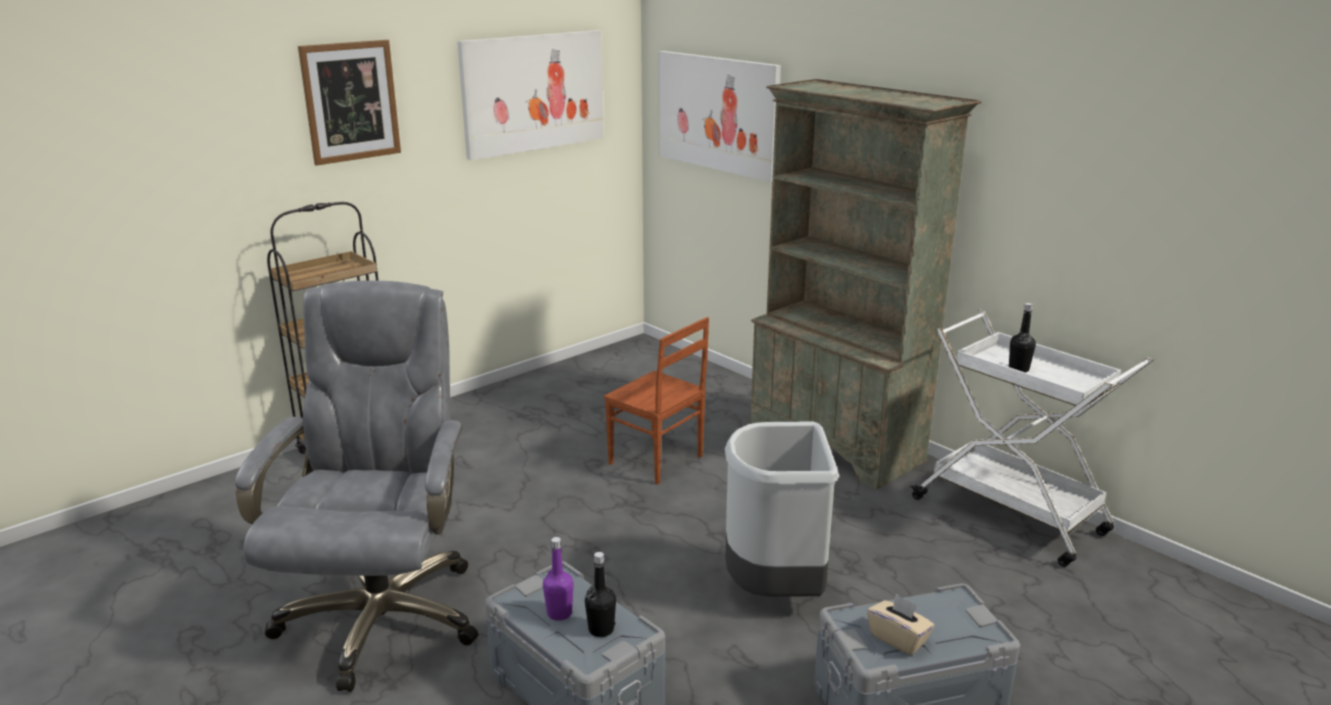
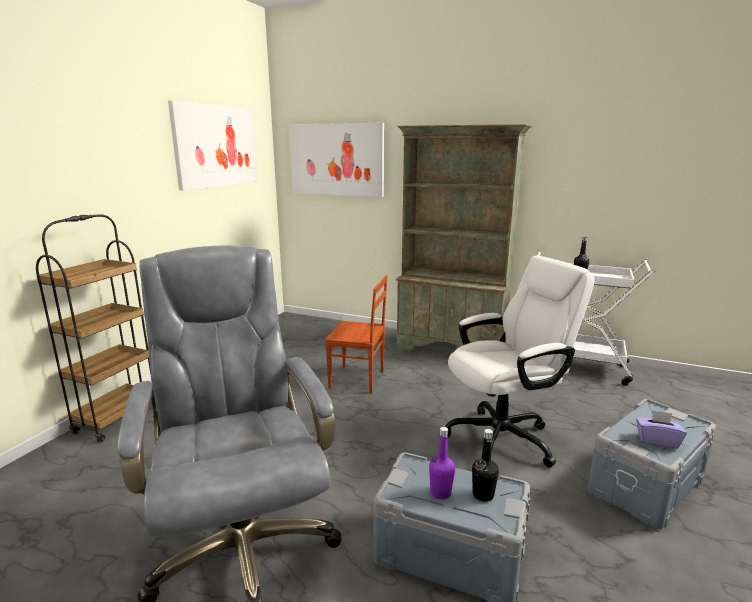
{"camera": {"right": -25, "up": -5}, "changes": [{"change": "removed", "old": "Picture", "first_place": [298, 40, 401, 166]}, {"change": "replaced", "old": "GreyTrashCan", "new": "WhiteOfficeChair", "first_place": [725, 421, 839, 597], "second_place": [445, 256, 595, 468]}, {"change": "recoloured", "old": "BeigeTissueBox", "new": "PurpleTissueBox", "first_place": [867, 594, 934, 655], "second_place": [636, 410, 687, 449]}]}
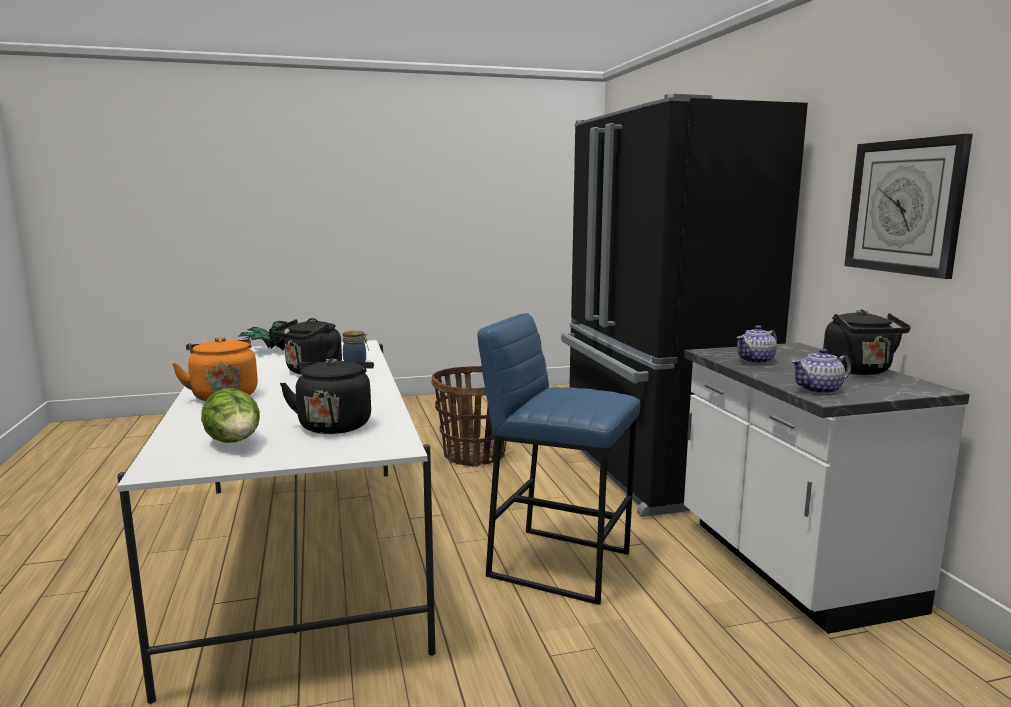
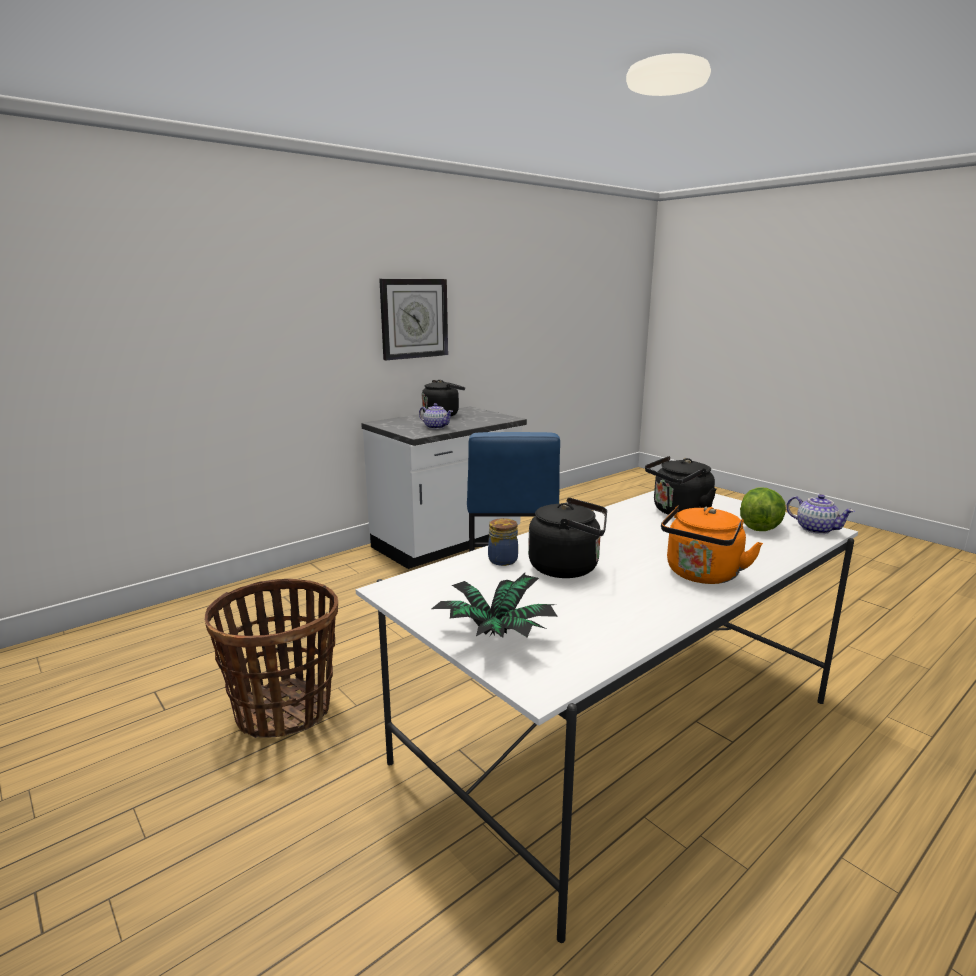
{"camera": {"right": -115, "up": 5}, "changes": [{"change": "removed", "old": "BlackFridge", "first_place": [561, 94, 808, 517]}, {"change": "moved", "old": "Teapot", "first_place": [791, 348, 851, 394], "second_place": [786, 494, 855, 534]}]}
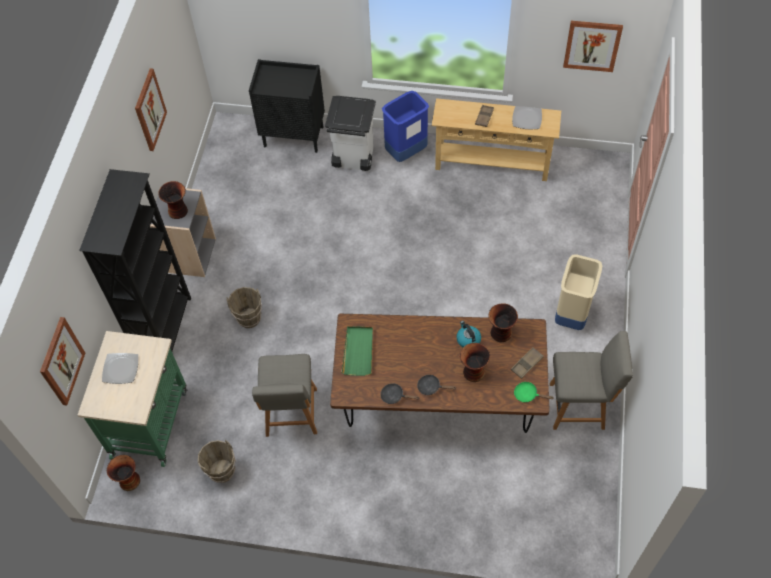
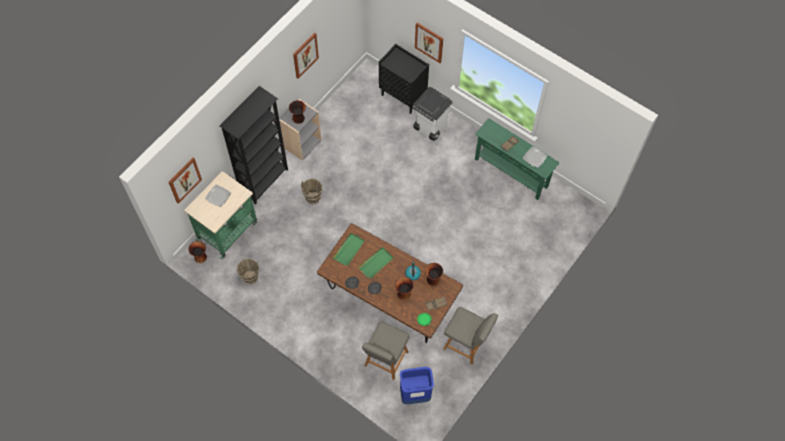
{"camera": {"right": 25, "up": 5}, "changes": [{"change": "moved", "old": "Picture", "first_place": [563, 21, 623, 72], "second_place": [415, 22, 443, 63]}, {"change": "moved", "old": "BlueTrashCan", "first_place": [382, 91, 429, 162], "second_place": [400, 367, 434, 404]}, {"change": "recoloured", "old": "BeigeConsoleTable", "new": "GreenConsoleTable", "first_place": [432, 98, 561, 181], "second_place": [475, 118, 560, 200]}, {"change": "removed", "old": "BeigeTrashCan", "first_place": [555, 254, 602, 330]}, {"change": "moved", "old": "GreyChair", "first_place": [252, 354, 317, 437], "second_place": [362, 321, 410, 380]}, {"change": "added", "new": "GreenTray", "second_place": [358, 247, 394, 279]}]}
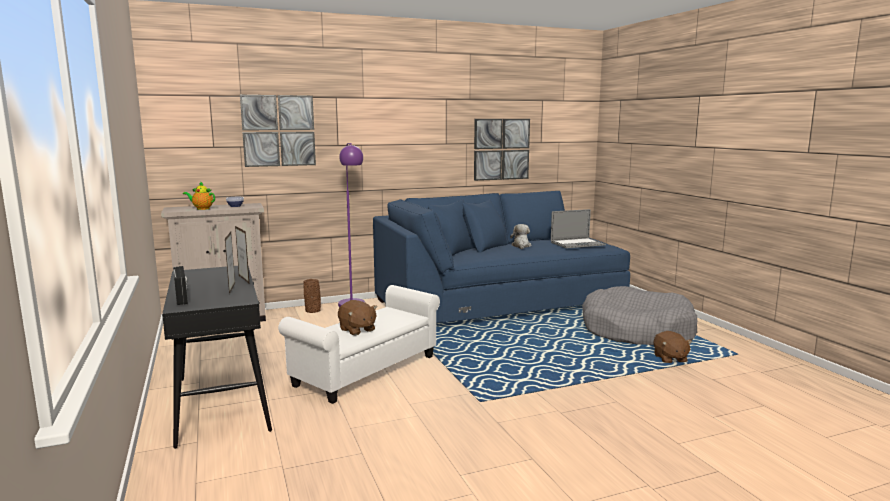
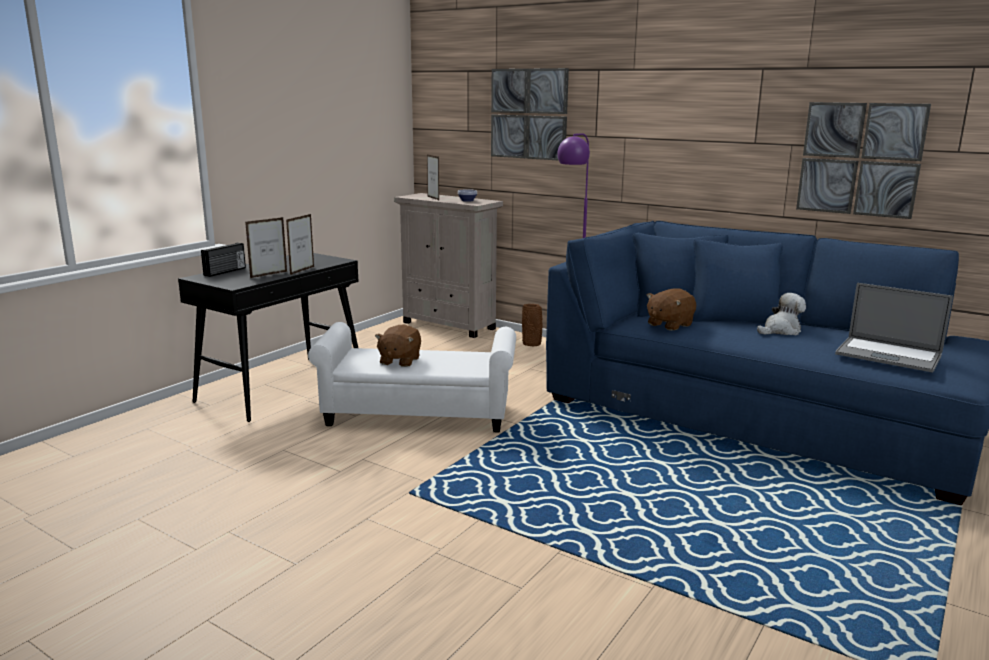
{"camera": {"right": 55, "up": 5}, "changes": [{"change": "replaced", "old": "Teapot", "new": "PictureFrame", "first_place": [183, 181, 215, 210], "second_place": [427, 154, 439, 200]}, {"change": "removed", "old": "GreyDogBed", "first_place": [582, 286, 697, 345]}, {"change": "moved", "old": "BrownPlushToy", "first_place": [653, 331, 692, 363], "second_place": [647, 289, 696, 331]}]}
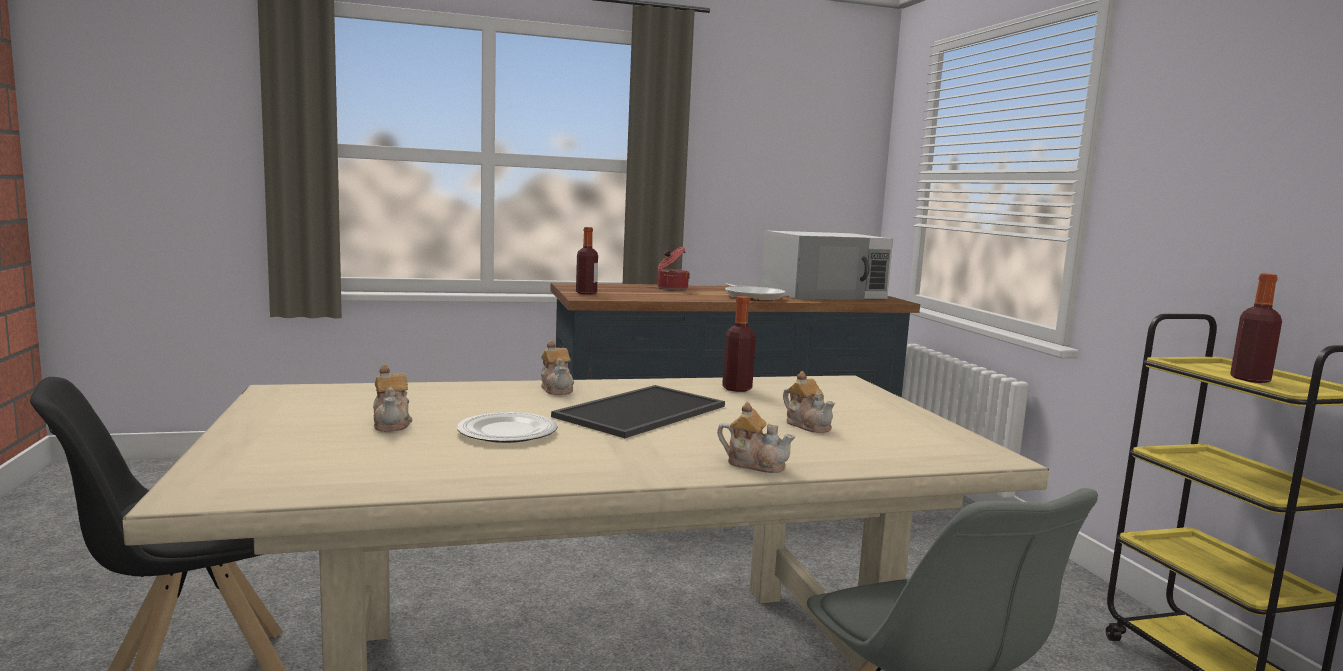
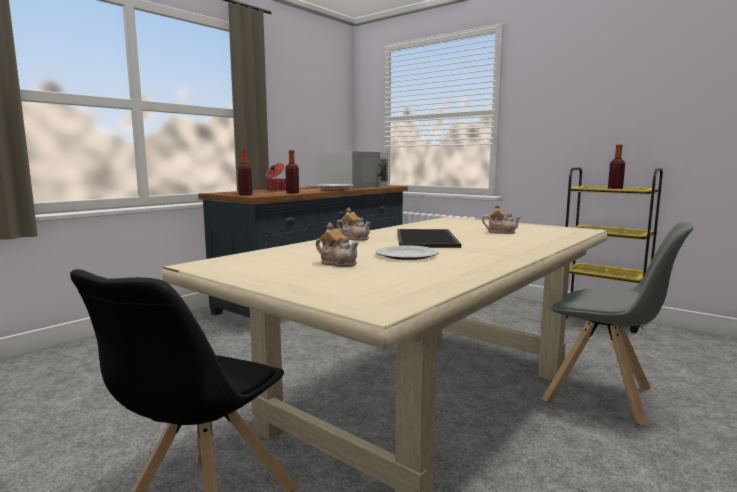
{"camera": {"right": -35, "up": 0}, "changes": [{"change": "moved", "old": "Bottle", "first_place": [722, 296, 756, 392], "second_place": [285, 150, 299, 194]}, {"change": "removed", "old": "Teapot", "first_place": [717, 402, 795, 473]}]}
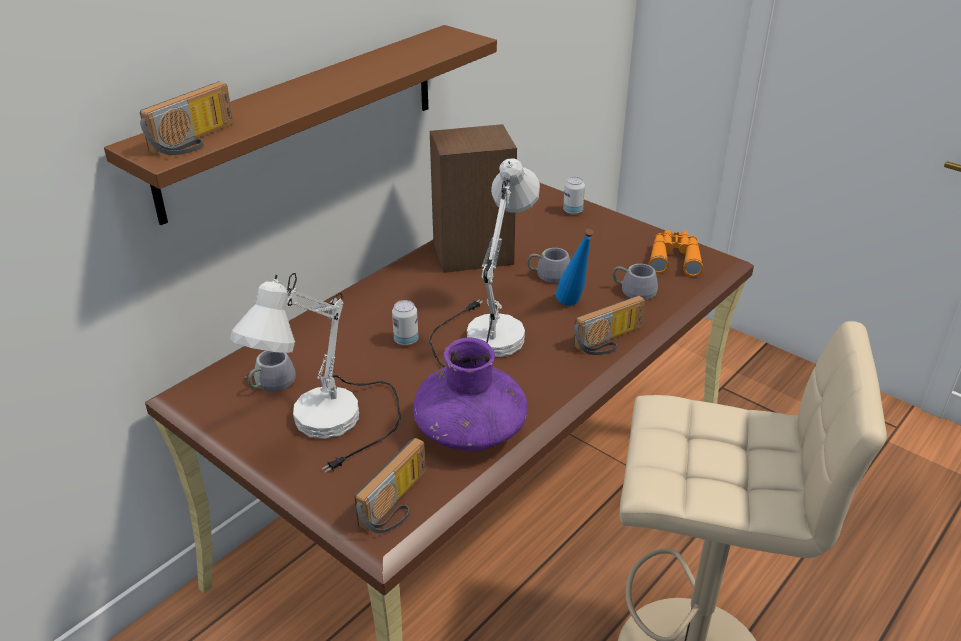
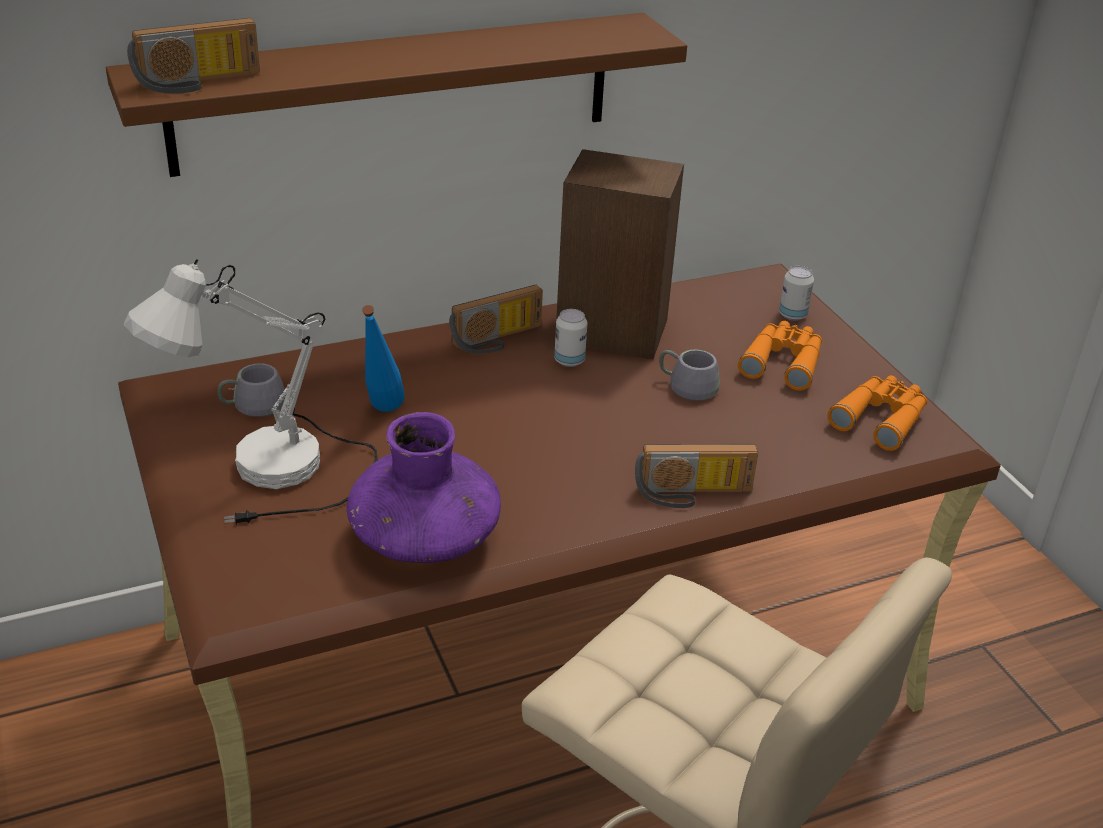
{"camera": {"right": 25, "up": 0}, "changes": [{"change": "removed", "old": "WhiteTableLamp", "first_place": [430, 158, 540, 367]}, {"change": "moved", "old": "BlueBottle", "first_place": [556, 229, 594, 306], "second_place": [362, 305, 405, 412]}, {"change": "removed", "old": "GreyMug", "first_place": [612, 264, 658, 300]}, {"change": "moved", "old": "Can", "first_place": [392, 300, 418, 346], "second_place": [554, 309, 588, 367]}, {"change": "moved", "old": "Radio", "first_place": [354, 438, 426, 533], "second_place": [449, 285, 543, 354]}, {"change": "added", "new": "OrangeBinoculars", "second_place": [738, 321, 822, 391]}]}
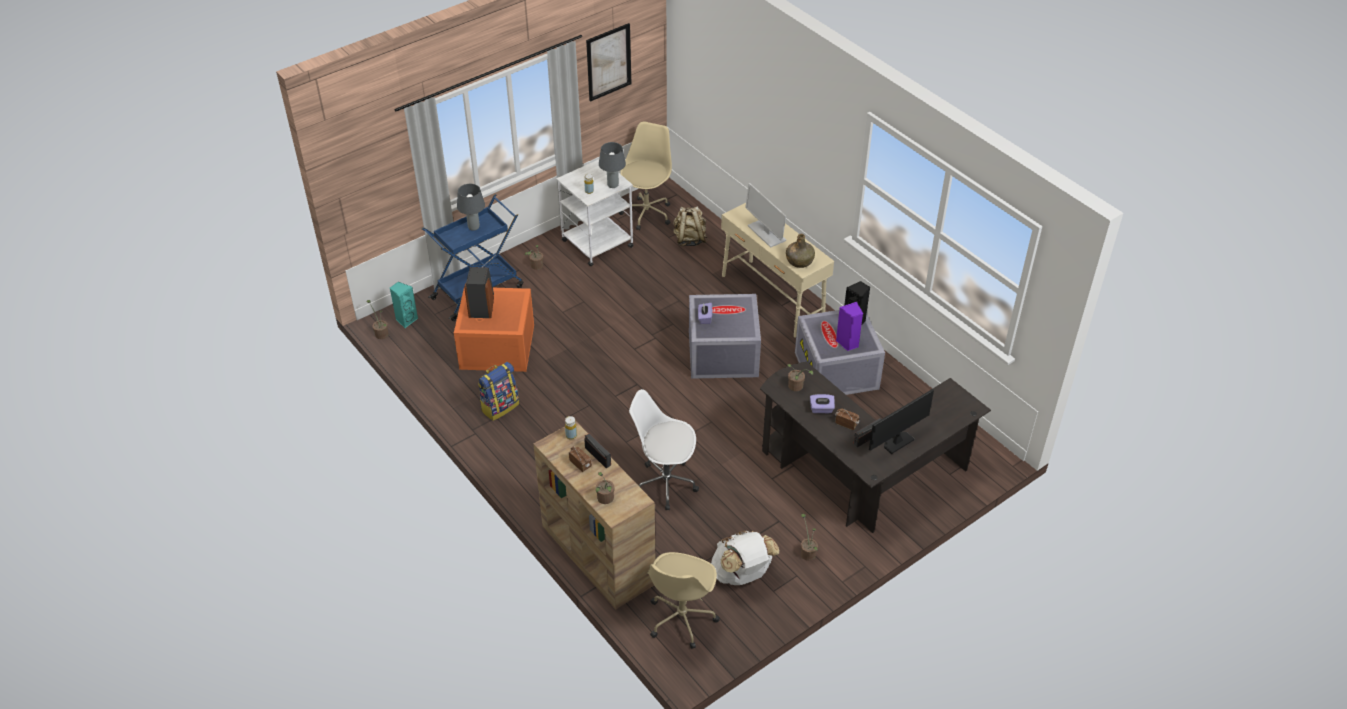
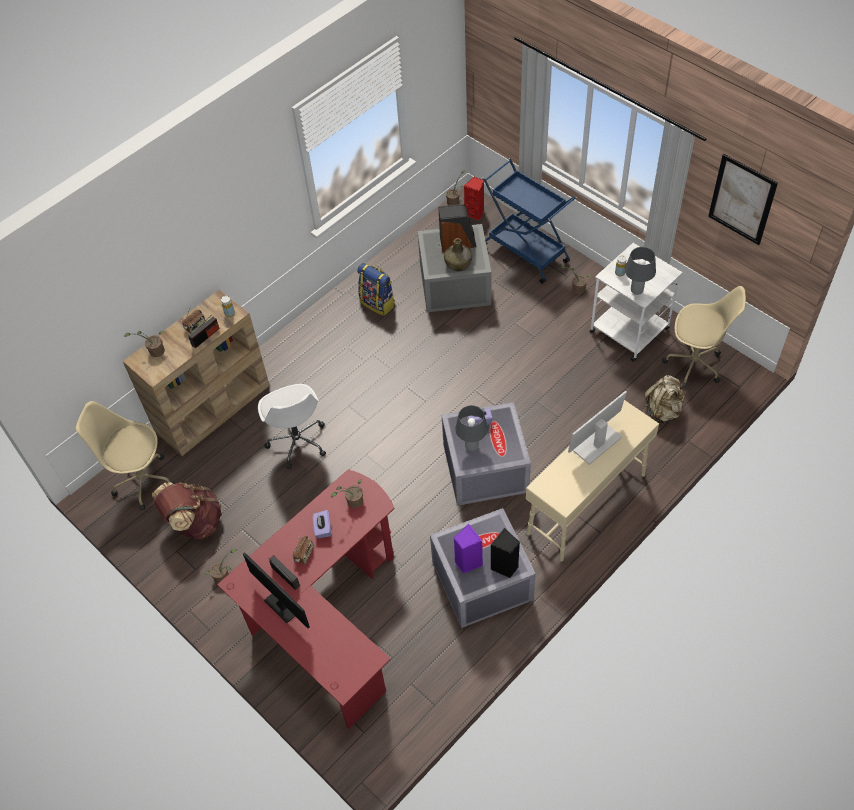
{"camera": {"right": 85, "up": 10}, "changes": [{"change": "moved", "old": "GreyTableLamp", "first_place": [457, 184, 485, 231], "second_place": [455, 405, 488, 451]}, {"change": "moved", "old": "GreenBottle", "first_place": [786, 234, 815, 268], "second_place": [444, 238, 472, 271]}, {"change": "recoloured", "old": "TurquoiseSpeaker", "new": "RedSpeaker", "first_place": [390, 281, 418, 328], "second_place": [464, 177, 484, 221]}, {"change": "recoloured", "old": "OrangeStorageBox", "new": "GreyStorageBox", "first_place": [454, 288, 534, 372], "second_place": [418, 224, 491, 312]}, {"change": "recoloured", "old": "BlackDesk", "new": "RedDesk", "first_place": [760, 362, 991, 533], "second_place": [217, 470, 394, 729]}, {"change": "turned", "old": "WhiteOfficeChair", "first_place": [629, 389, 699, 510], "second_place": [258, 384, 326, 469], "degrees": 150}, {"change": "recoloured", "old": "WhiteBackpack", "new": "BrownBackpack", "first_place": [711, 530, 780, 585], "second_place": [152, 482, 222, 540]}]}
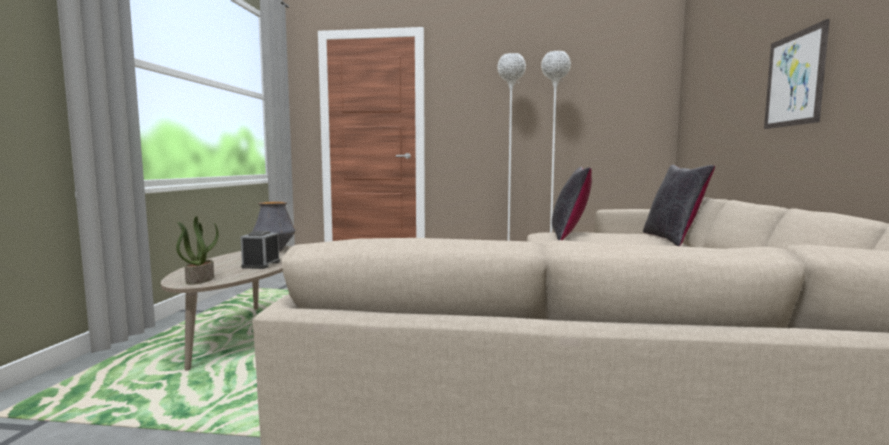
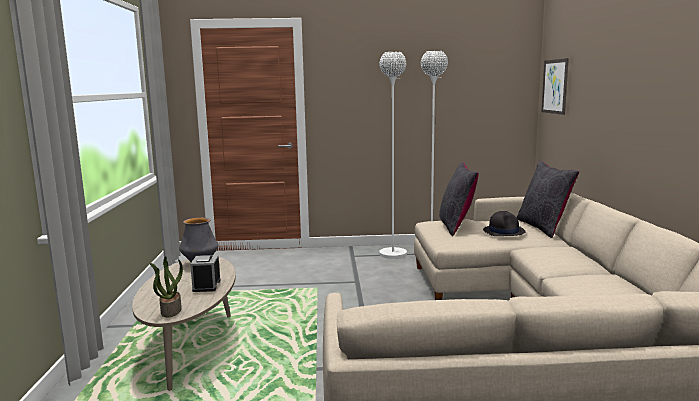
{"camera": {"right": -10, "up": 5}, "changes": [{"change": "moved", "old": "Picture", "first_place": [764, 19, 830, 129], "second_place": [541, 58, 569, 115]}, {"change": "added", "new": "BlackHat", "second_place": [483, 211, 525, 236]}]}
